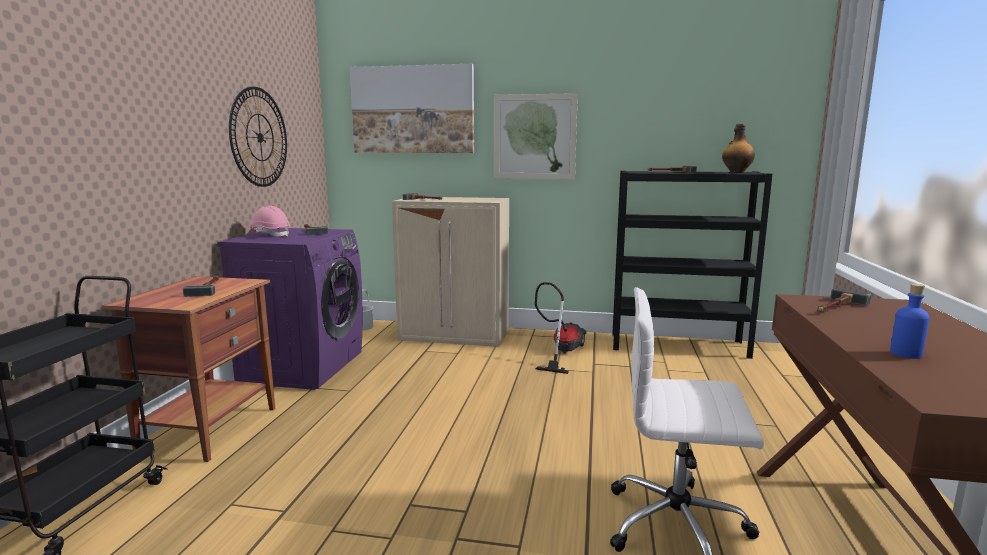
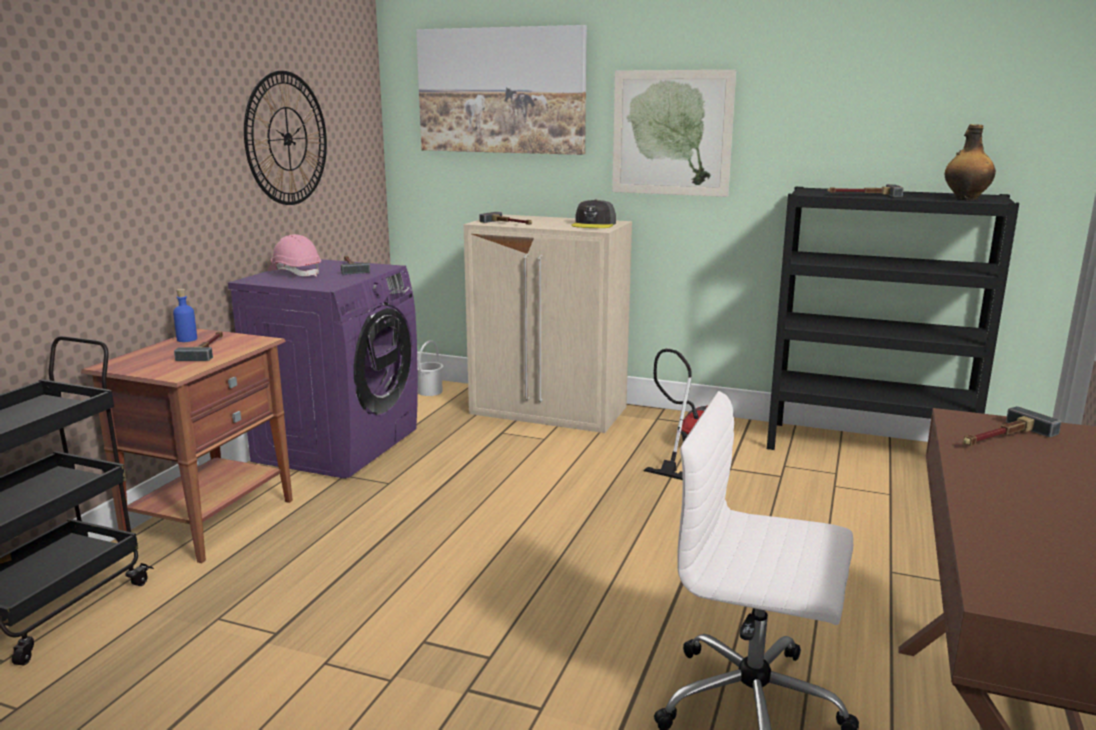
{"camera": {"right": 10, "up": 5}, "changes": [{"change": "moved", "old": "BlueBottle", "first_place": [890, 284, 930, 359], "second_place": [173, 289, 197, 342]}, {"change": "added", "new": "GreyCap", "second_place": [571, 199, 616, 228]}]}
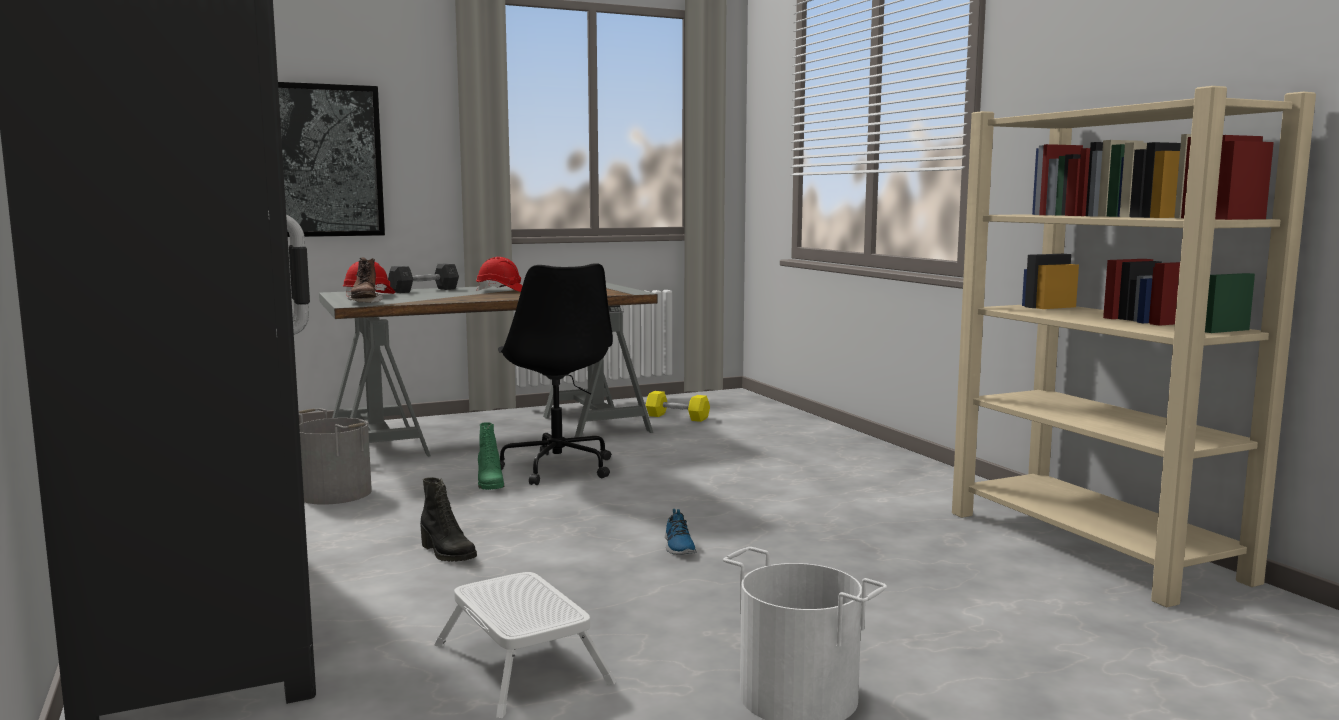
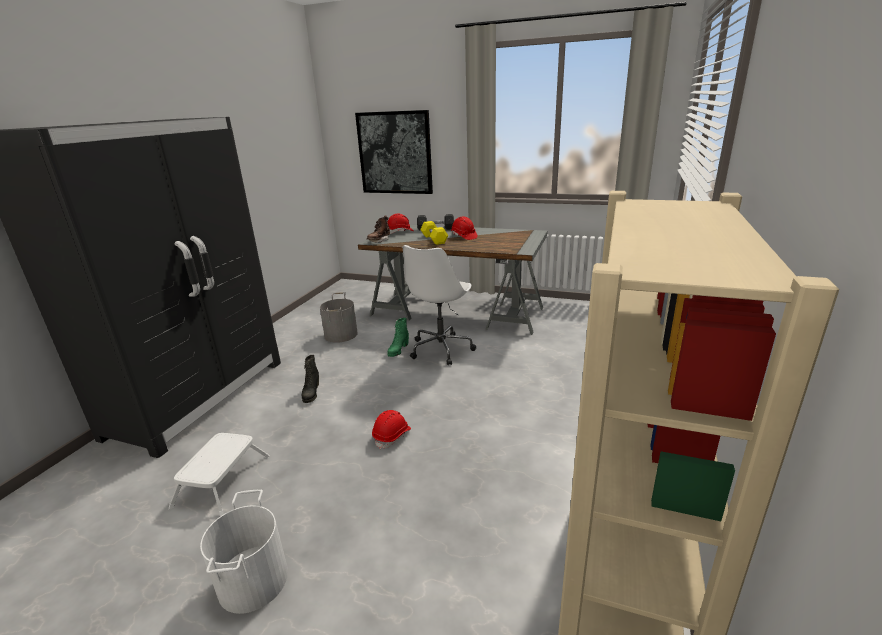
{"camera": {"right": 45, "up": 15}, "changes": [{"change": "recoloured", "old": "BlackOfficeChair", "new": "WhiteOfficeChair", "first_place": [498, 263, 613, 485], "second_place": [403, 245, 476, 365]}, {"change": "moved", "old": "YellowDumbbell", "first_place": [646, 391, 710, 422], "second_place": [420, 221, 448, 245]}, {"change": "replaced", "old": "Shoe", "new": "RedHardHat", "first_place": [665, 509, 696, 555], "second_place": [372, 410, 411, 449]}]}
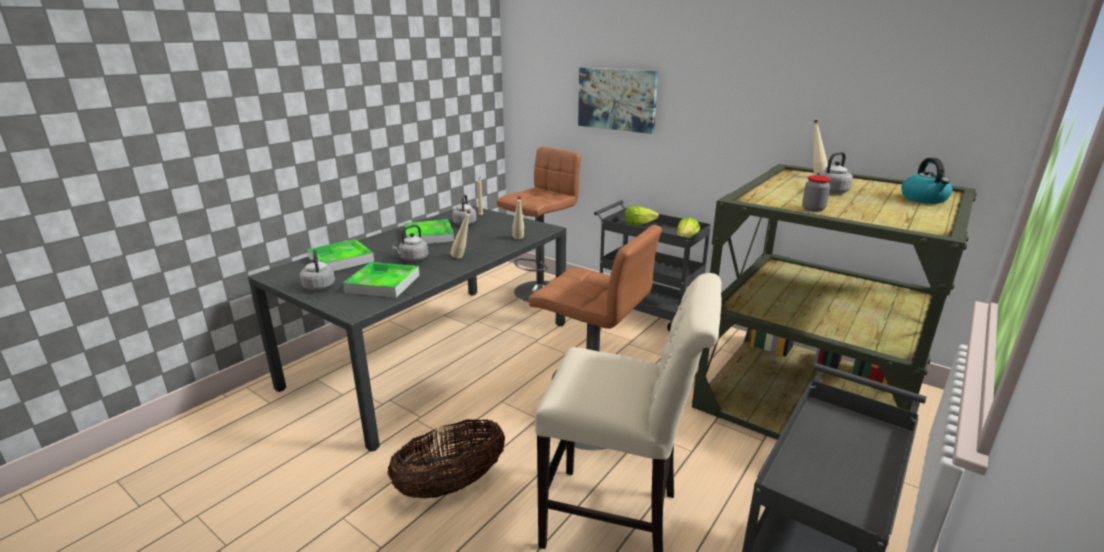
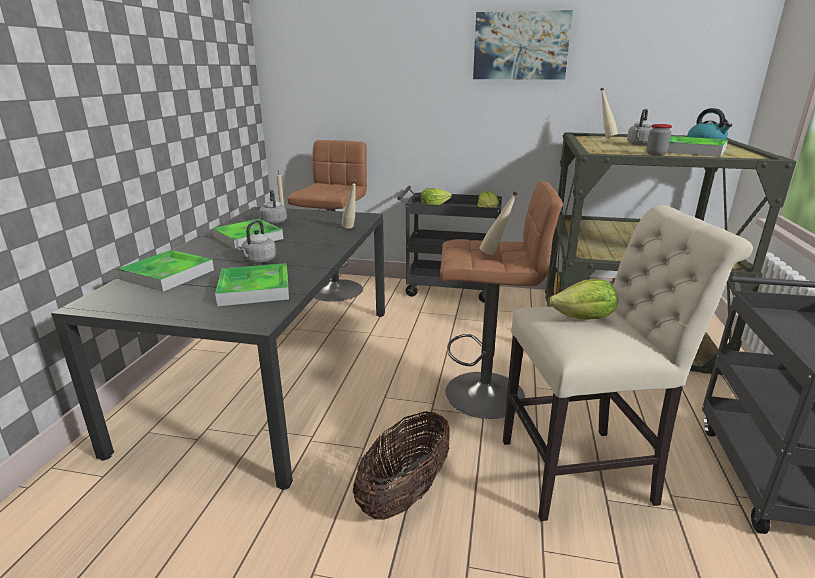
{"camera": {"right": -25, "up": 0}, "changes": [{"change": "moved", "old": "Picture", "first_place": [578, 67, 658, 134], "second_place": [473, 10, 573, 80]}, {"change": "moved", "old": "BeigeBottle", "first_place": [451, 210, 471, 258], "second_place": [479, 191, 518, 255]}, {"change": "removed", "old": "GreyKettle", "first_place": [300, 249, 335, 290]}, {"change": "added", "new": "Tray", "second_place": [667, 136, 728, 157]}, {"change": "added", "new": "Lettuce", "second_place": [550, 279, 618, 320]}]}
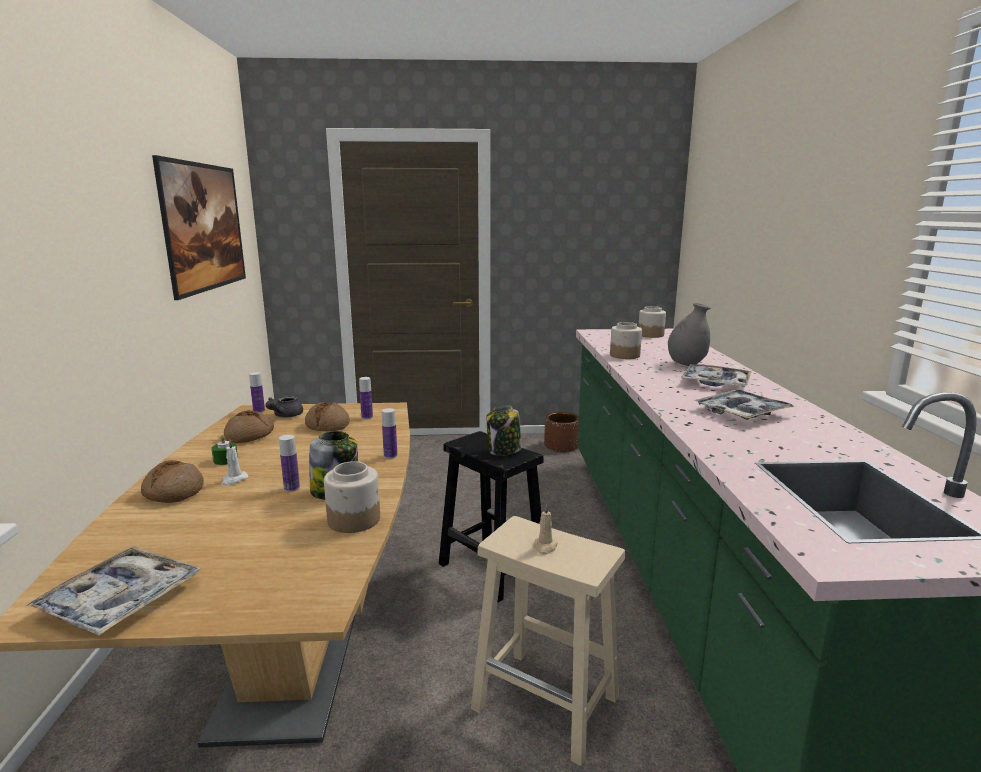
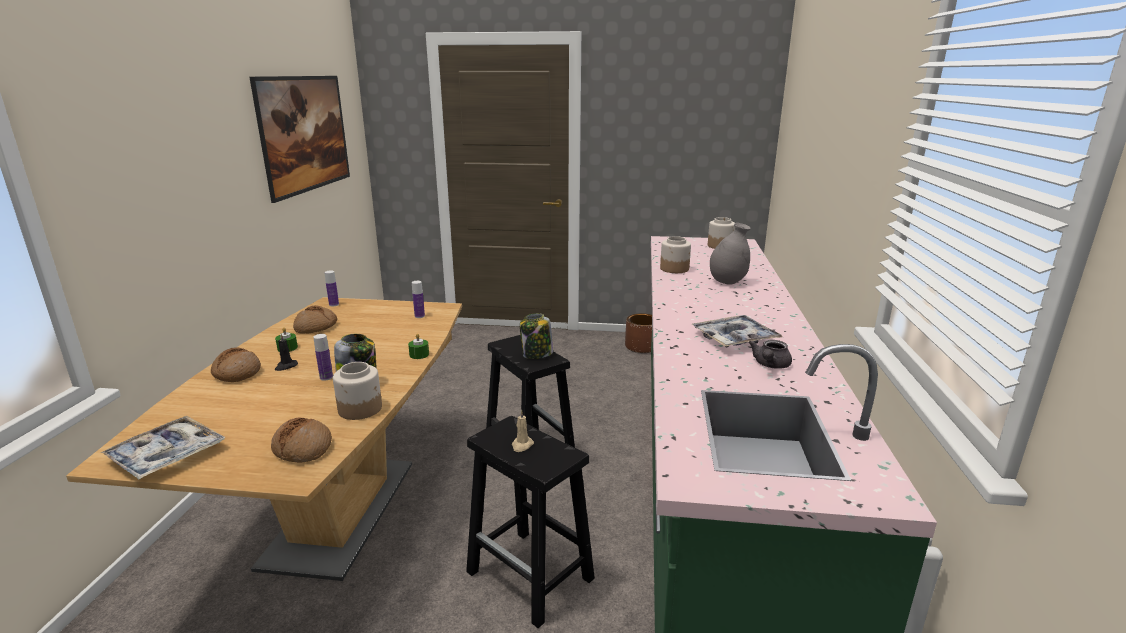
{"camera": {"right": 10, "up": 5}, "changes": [{"change": "removed", "old": "Tray", "first_place": [681, 364, 752, 387]}, {"change": "moved", "old": "GreyTeapot", "first_place": [266, 396, 303, 418], "second_place": [749, 340, 792, 369]}, {"change": "moved", "old": "Bread", "first_place": [305, 402, 349, 431], "second_place": [271, 417, 332, 463]}, {"change": "replaced", "old": "Bottle", "new": "GreenCandle", "first_place": [382, 408, 397, 459], "second_place": [408, 333, 429, 359]}, {"change": "recoloured", "old": "WhiteCandle", "new": "BlackCandle", "first_place": [221, 439, 248, 486], "second_place": [275, 334, 298, 371]}, {"change": "recoloured", "old": "BeigeStool", "new": "BlackStool", "first_place": [471, 516, 625, 766], "second_place": [466, 416, 595, 628]}]}
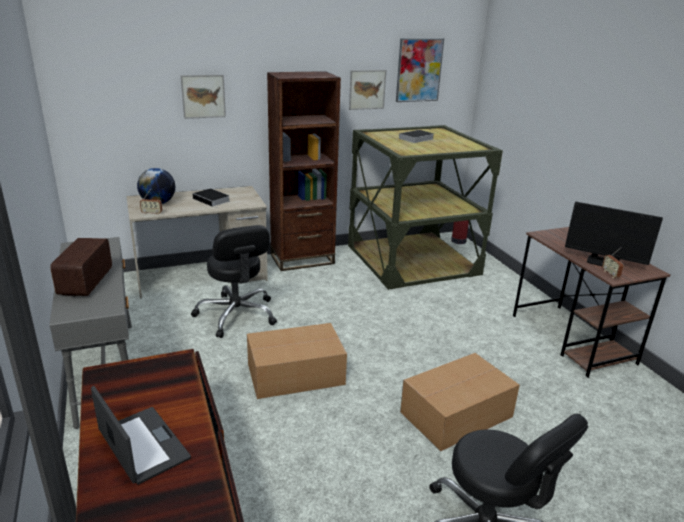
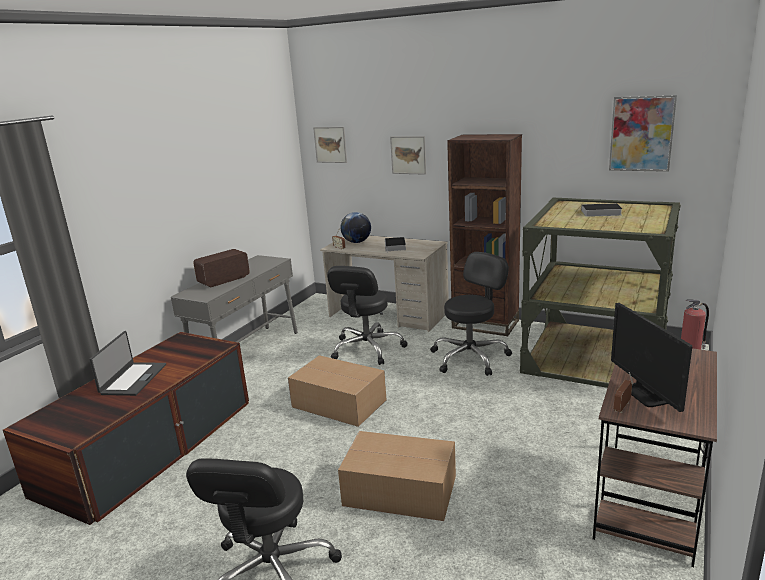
{"camera": {"right": 50, "up": -5}, "changes": [{"change": "moved", "old": "Picture", "first_place": [349, 70, 386, 110], "second_place": [313, 127, 347, 163]}, {"change": "added", "new": "BlackOfficeChair", "second_place": [430, 252, 512, 376]}]}
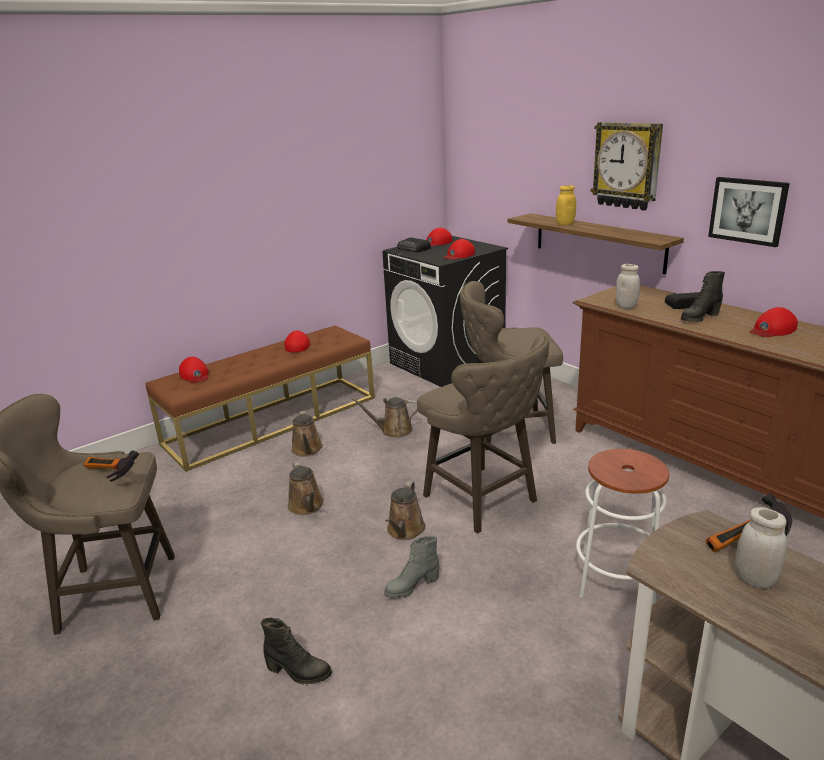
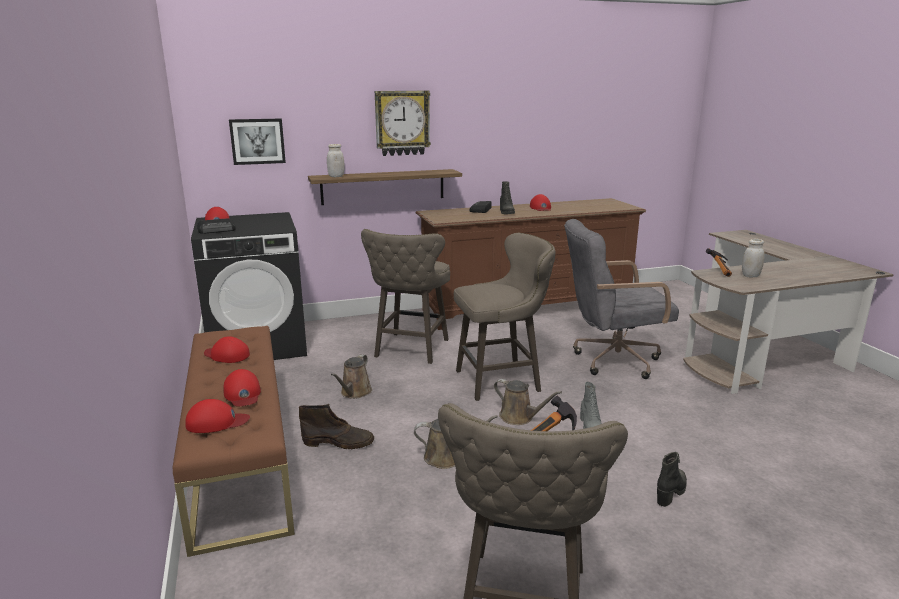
{"camera": {"right": -70, "up": -5}, "changes": [{"change": "moved", "old": "Picture", "first_place": [708, 177, 790, 247], "second_place": [229, 118, 286, 165]}, {"change": "removed", "old": "YellowJar", "first_place": [556, 185, 576, 225]}, {"change": "moved", "old": "RedCap", "first_place": [444, 239, 475, 260], "second_place": [223, 369, 261, 406]}, {"change": "moved", "old": "WhiteJar", "first_place": [616, 264, 640, 309], "second_place": [327, 144, 345, 177]}, {"change": "replaced", "old": "BrownWateringCan", "new": "BrownBoot", "first_place": [291, 411, 323, 456], "second_place": [299, 404, 374, 449]}, {"change": "replaced", "old": "WhiteStool", "new": "GreyOfficeChair", "first_place": [576, 449, 669, 605], "second_place": [564, 219, 679, 379]}]}
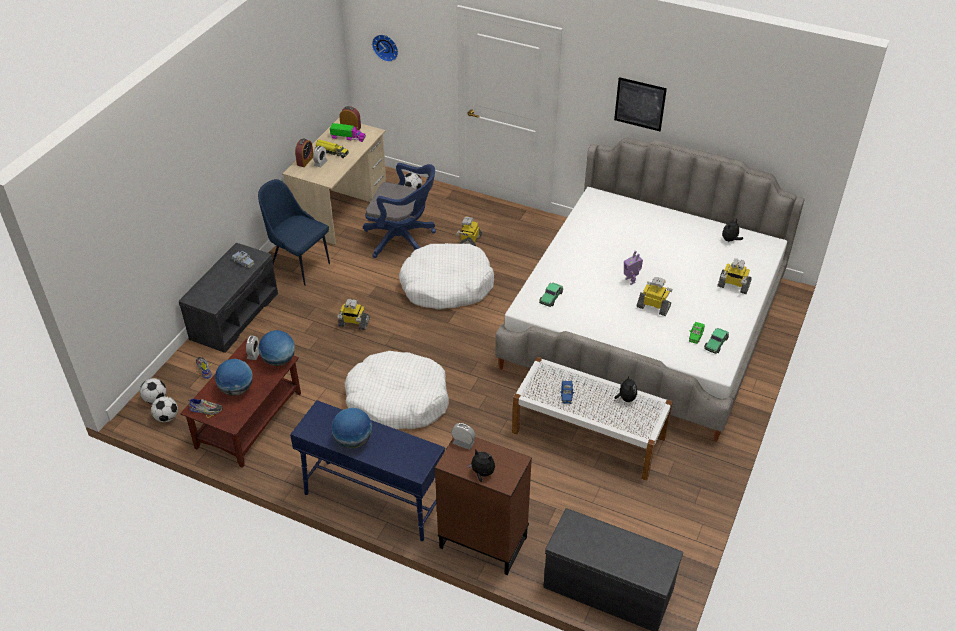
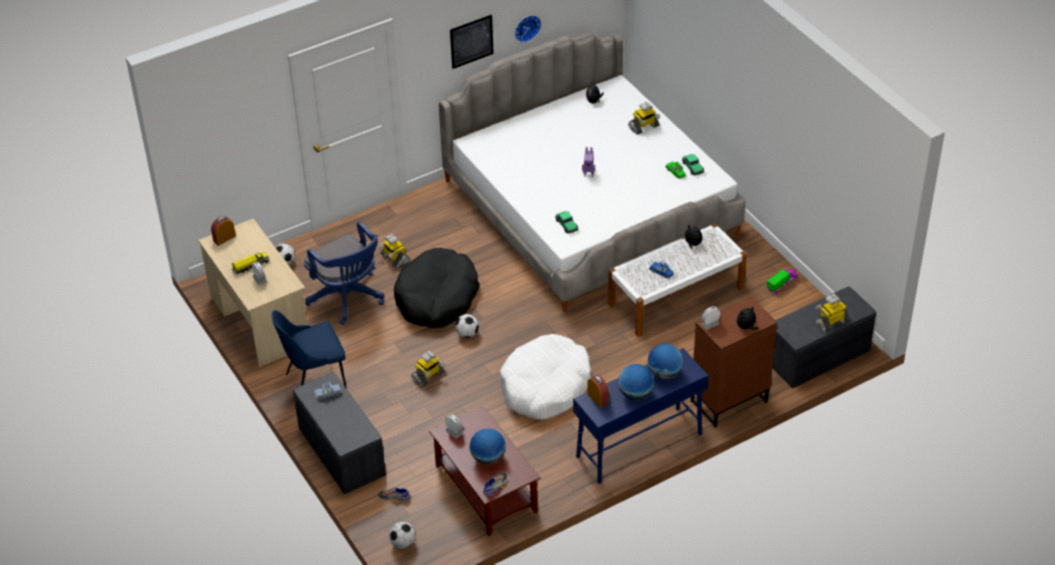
{"camera": {"right": -55, "up": 0}, "changes": [{"change": "moved", "old": "WallClock", "first_place": [372, 34, 398, 62], "second_place": [515, 15, 541, 42]}, {"change": "moved", "old": "ToyTruck", "first_place": [330, 123, 366, 142], "second_place": [766, 268, 798, 294]}, {"change": "moved", "old": "AlarmClock", "first_place": [295, 139, 313, 167], "second_place": [587, 375, 609, 408]}, {"change": "turned", "old": "BlueOfficeChair", "first_place": [363, 163, 436, 258], "second_place": [304, 221, 384, 325], "degrees": 90}, {"change": "recoloured", "old": "WhiteDogBed", "new": "BlackDogBed", "first_place": [399, 243, 494, 310], "second_place": [394, 248, 479, 328]}, {"change": "moved", "old": "ToyRobot", "first_place": [637, 277, 673, 316], "second_place": [815, 294, 850, 332]}, {"change": "moved", "old": "Globe", "first_place": [258, 330, 295, 366], "second_place": [648, 344, 683, 379]}, {"change": "moved", "old": "Football", "first_place": [151, 396, 178, 422], "second_place": [455, 314, 479, 338]}]}
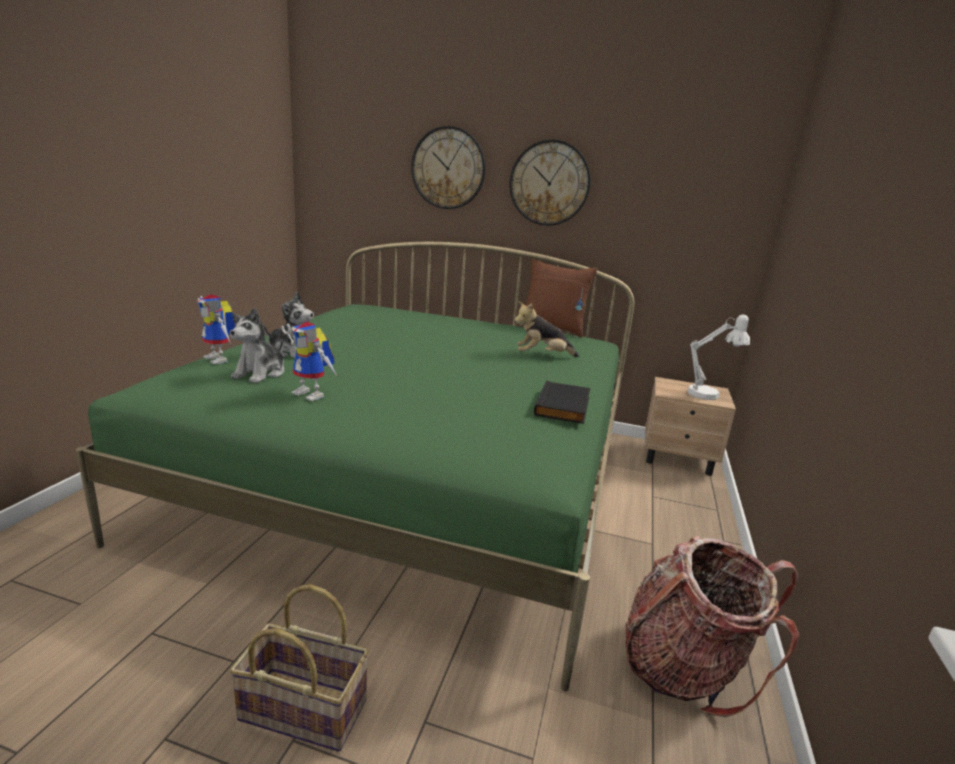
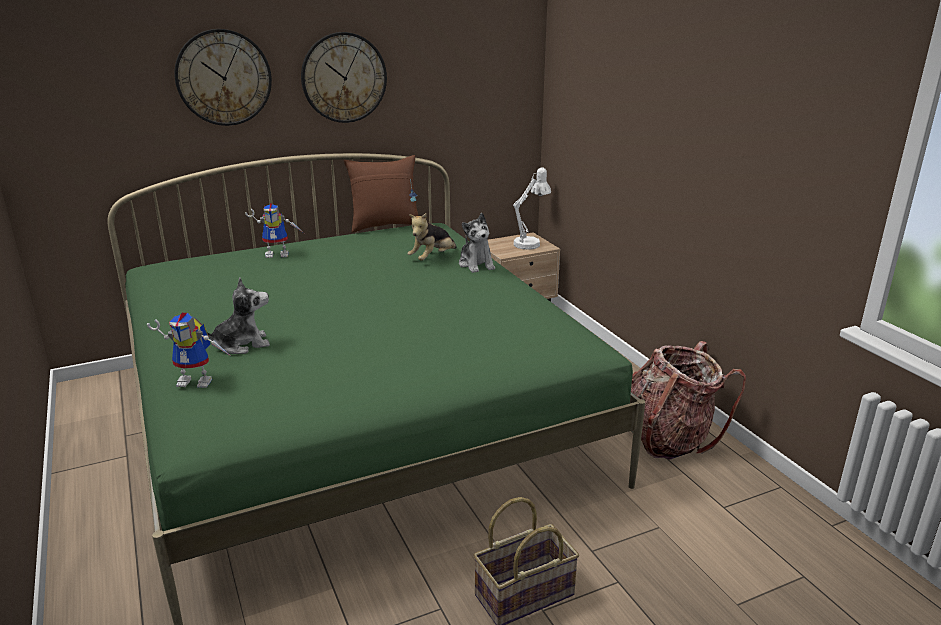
{"camera": {"right": -40, "up": 5}, "changes": [{"change": "moved", "old": "PlushToy", "first_place": [230, 308, 284, 383], "second_place": [459, 213, 495, 273]}, {"change": "moved", "old": "ToyRobot", "first_place": [281, 322, 337, 401], "second_place": [245, 203, 304, 258]}, {"change": "removed", "old": "BlackBook", "first_place": [534, 381, 590, 424]}]}
